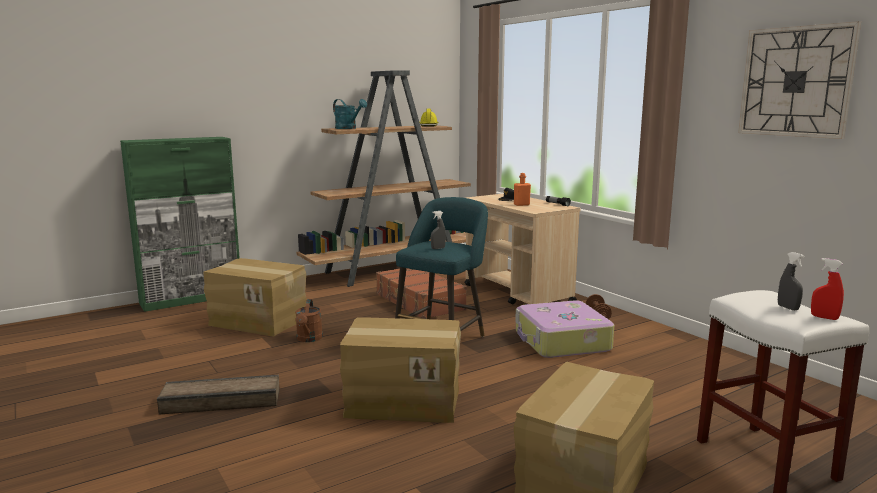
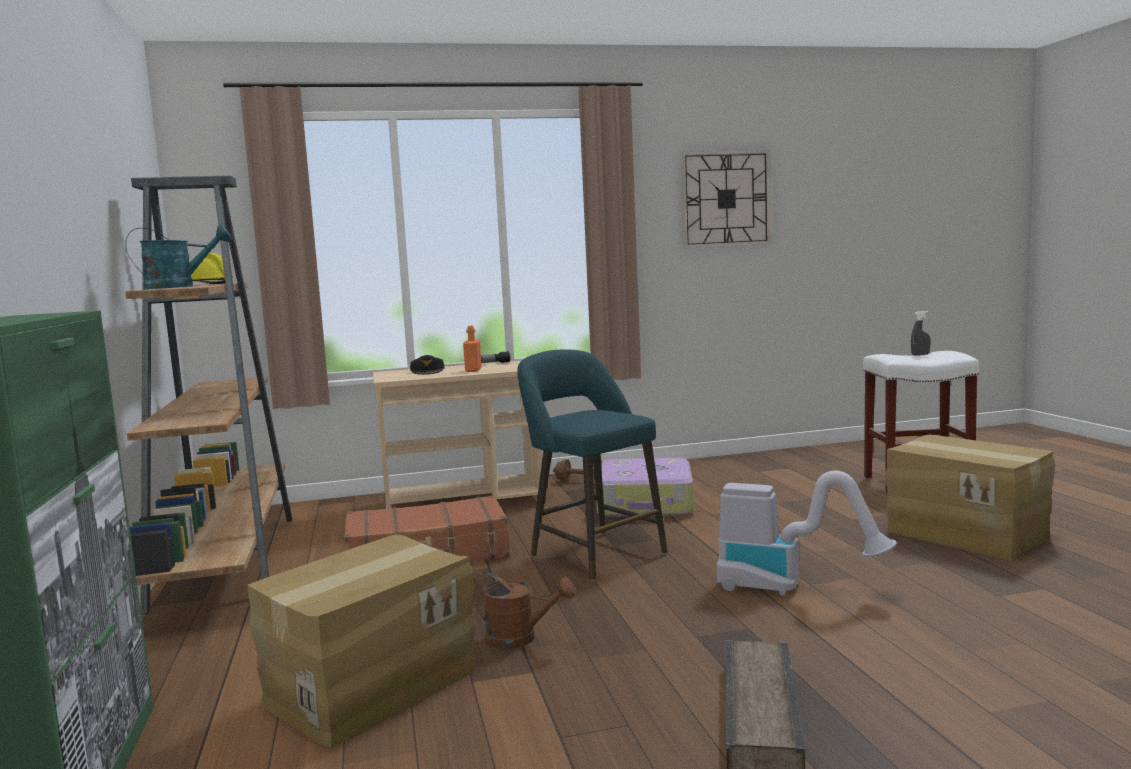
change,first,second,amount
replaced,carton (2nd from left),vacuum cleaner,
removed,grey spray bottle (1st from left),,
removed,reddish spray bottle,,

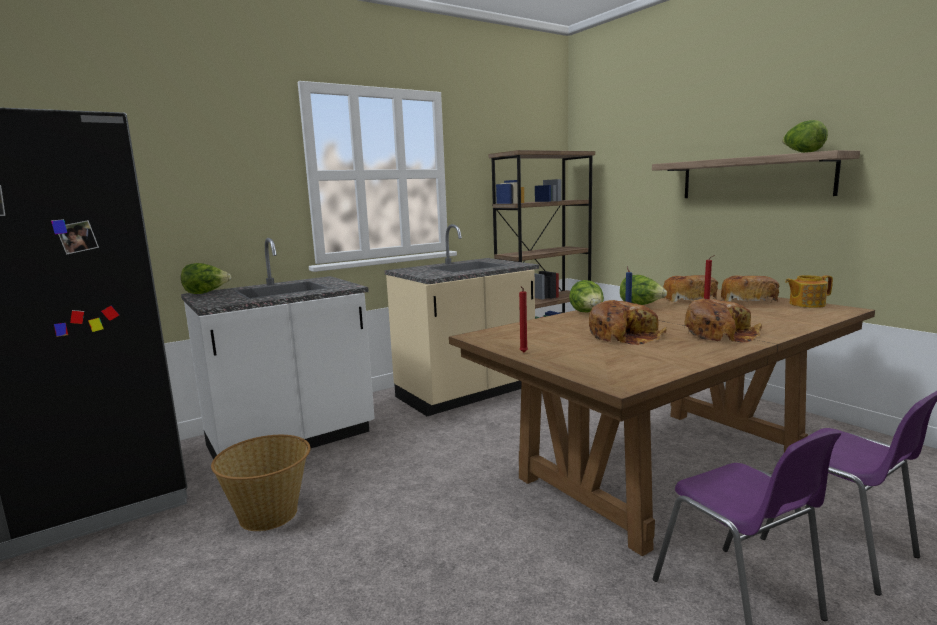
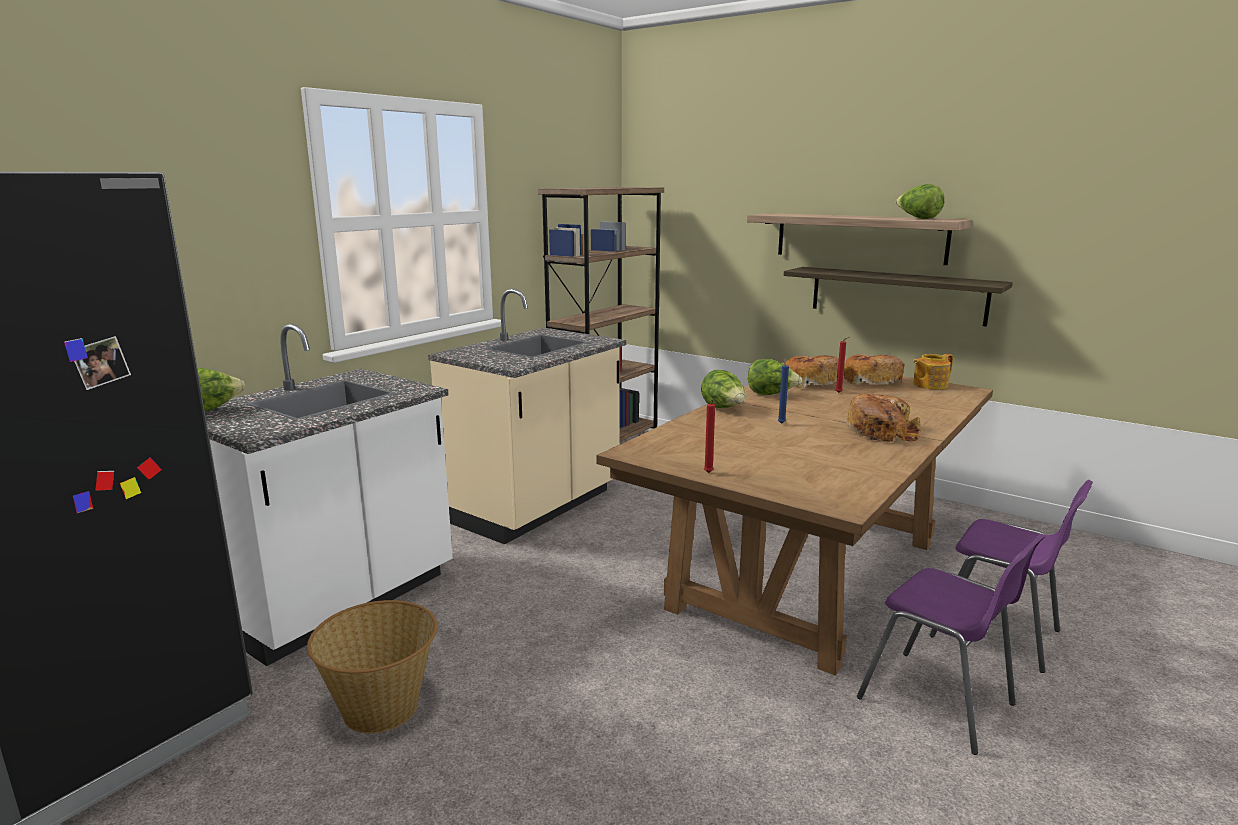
change,first,second,amount
added,,wall shelf (2nd from left),
removed,bread (1st from left),,

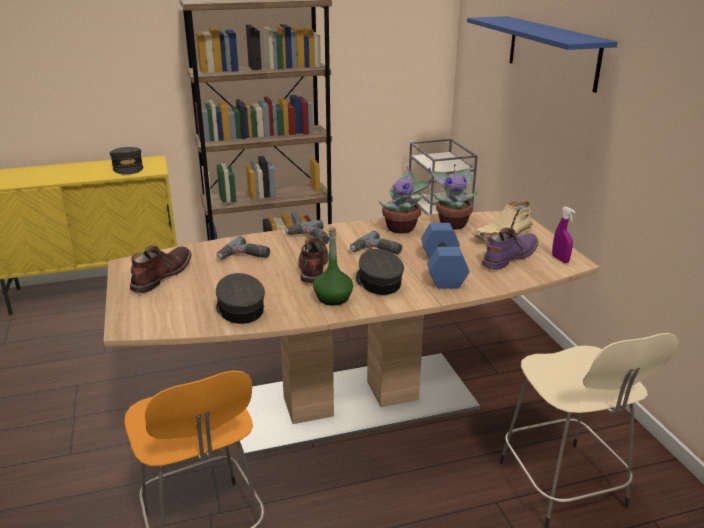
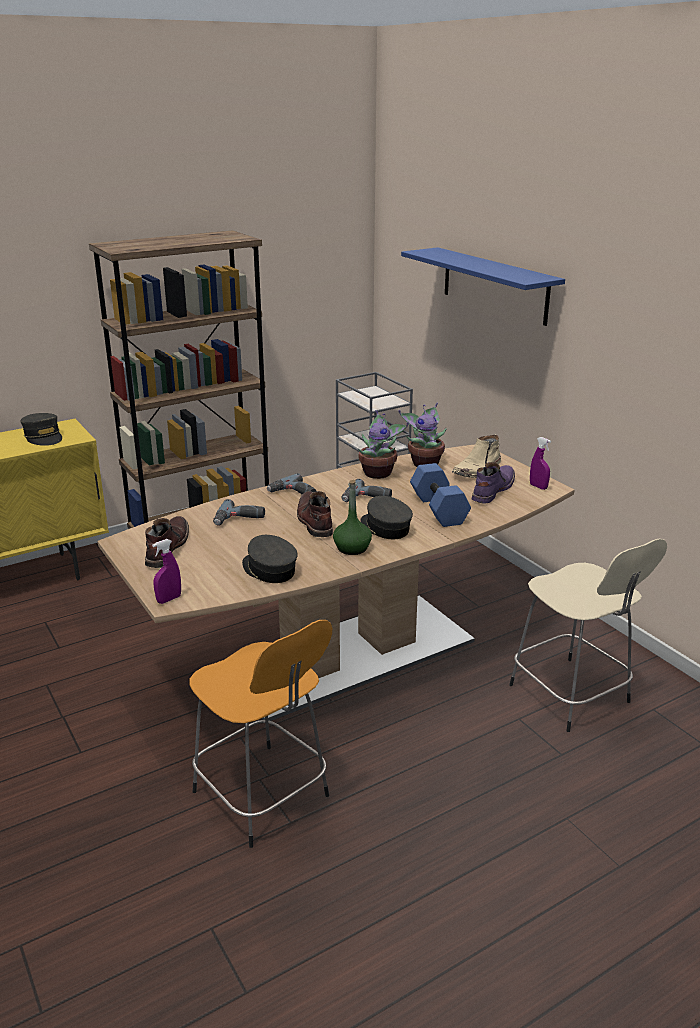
change,first,second,amount
added,,purple spray bottle (1st from left),

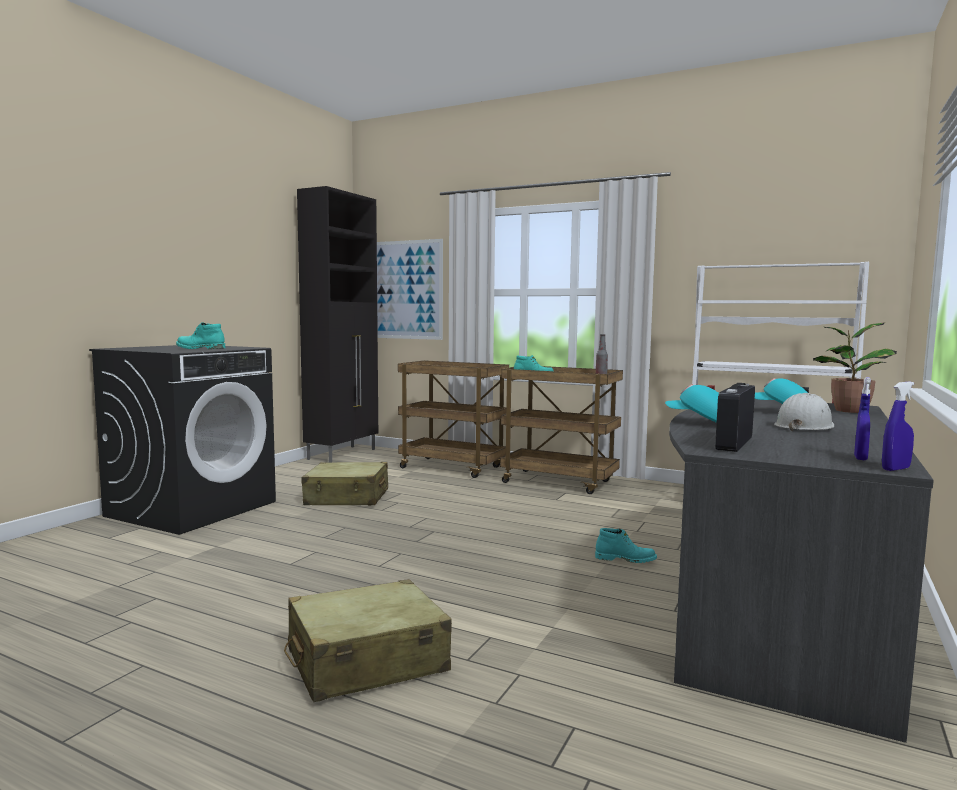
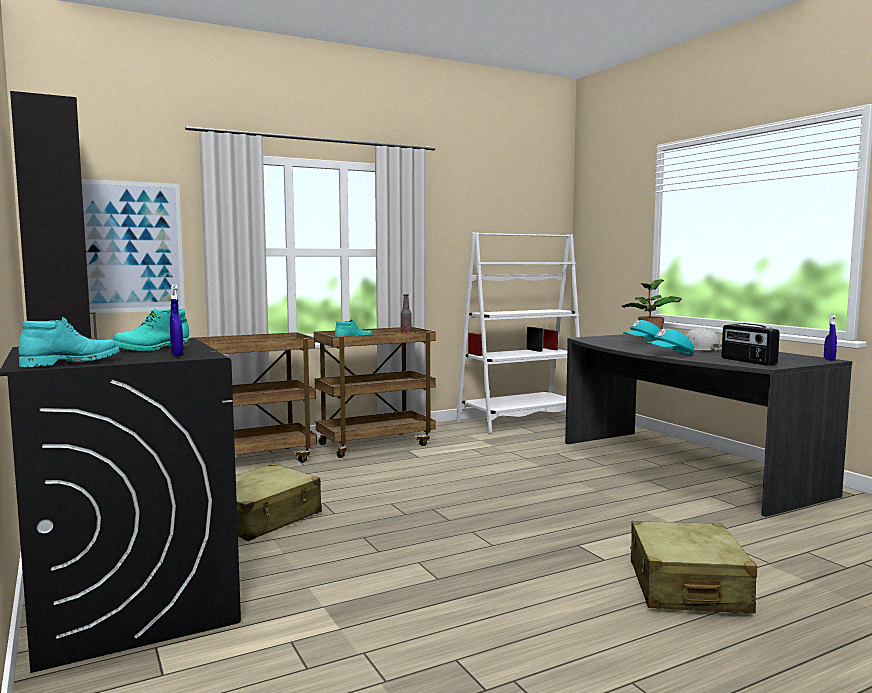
change,first,second,amount
moved,turquoise-coloured high-top boot (3rd from left in the first image),turquoise-coloured high-top boot (1st from left),
moved,blue spray bottle (1st from left),,

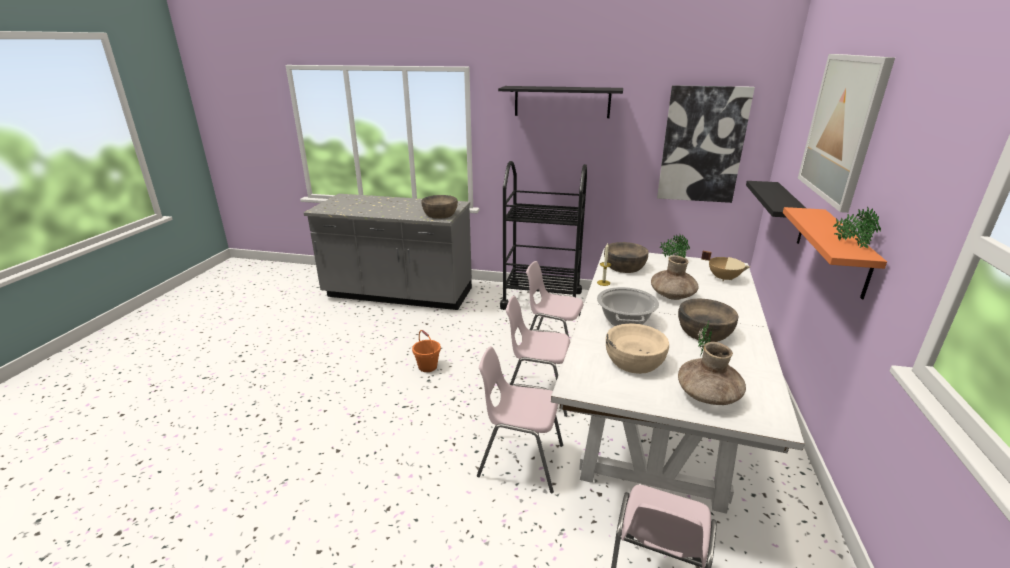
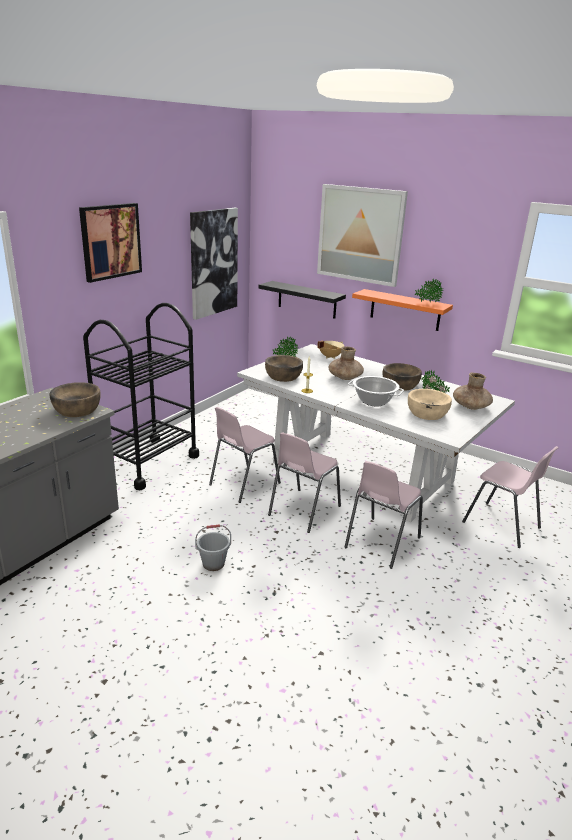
change,first,second,amount
replaced,black-coloured wall shelf (1st from left),wall art (1st from left),
recoloured,orange-coloured pail,grey pail,

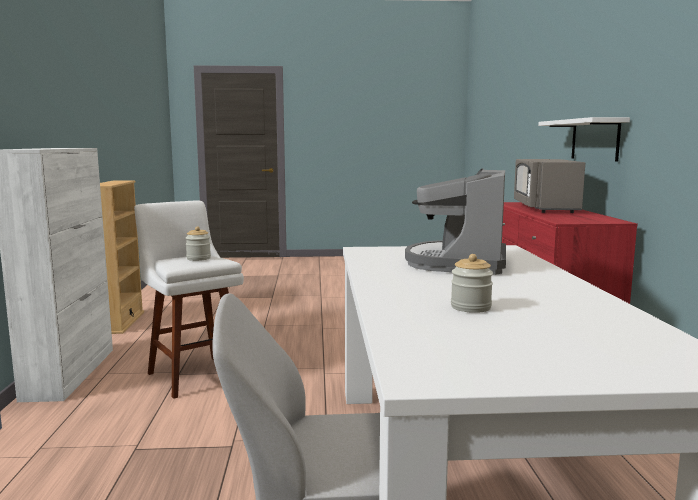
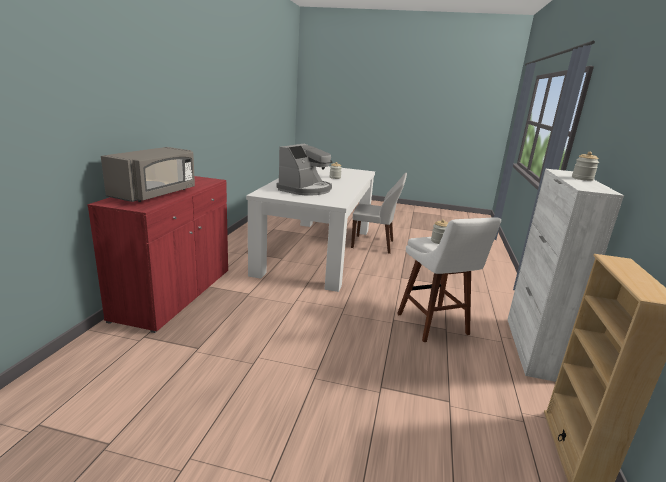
change,first,second,amount
added,,storage jar (3rd from left),
removed,white-coloured wall shelf,,

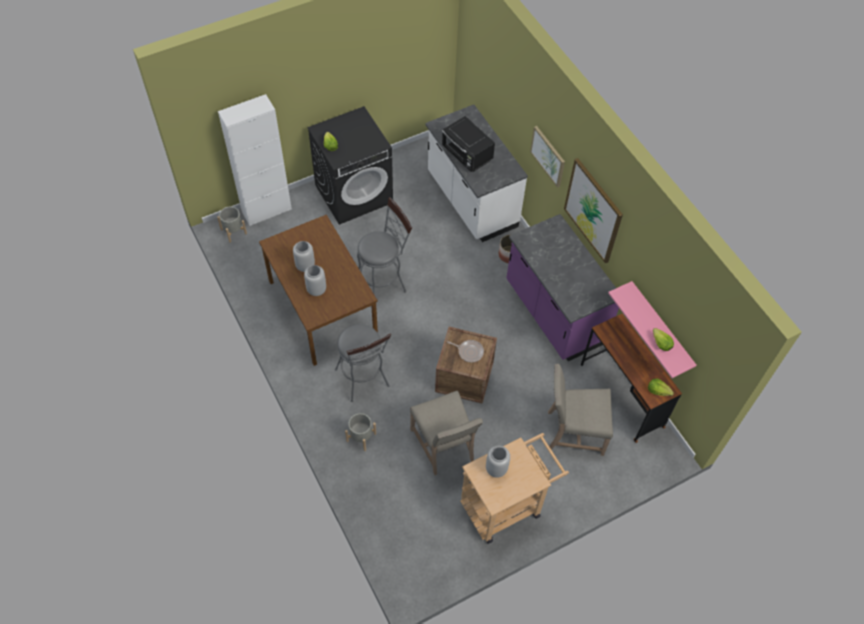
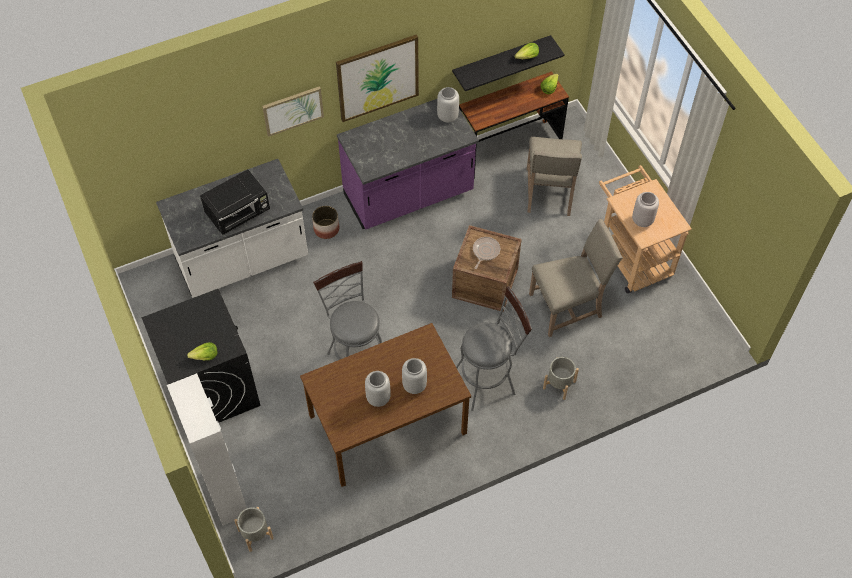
change,first,second,amount
added,,grey decorative vase (3rd from left),
recoloured,pink-coloured wall shelf,black-coloured wall shelf,

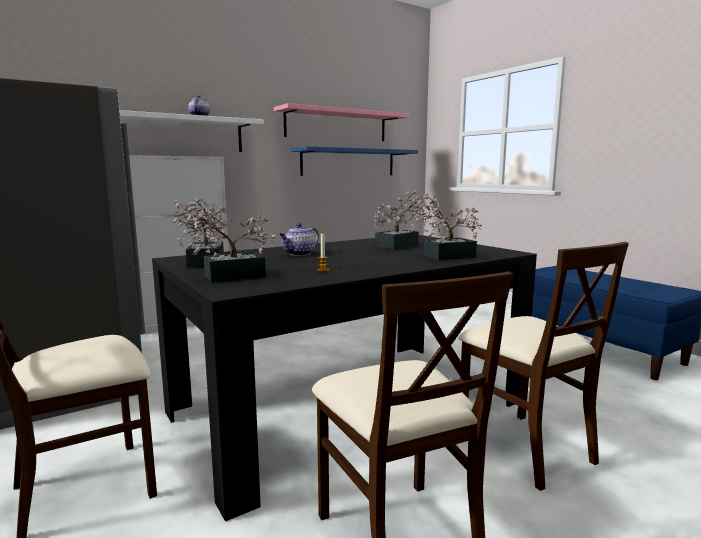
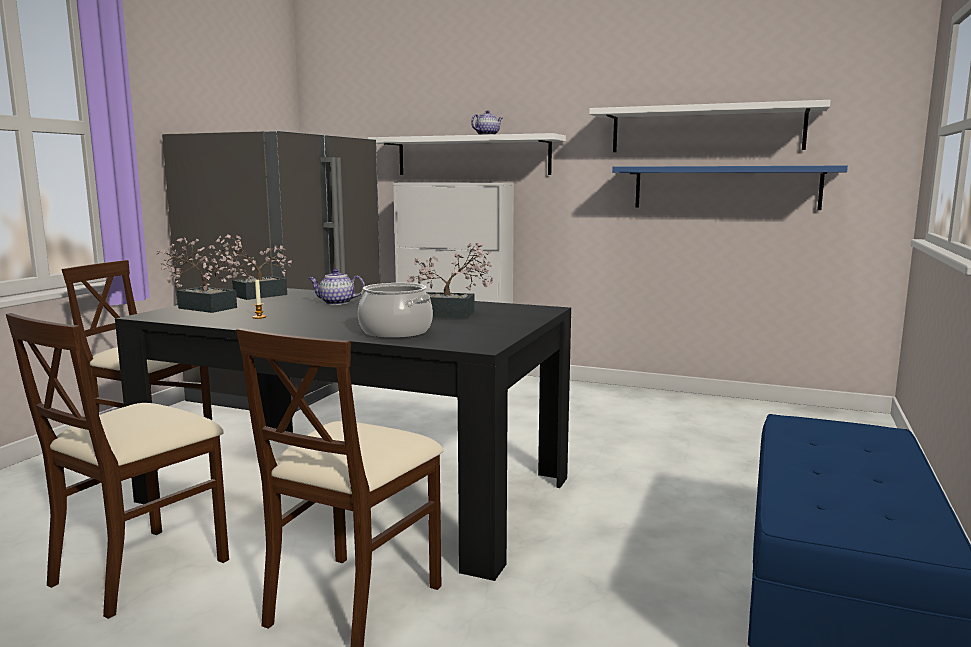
change,first,second,amount
replaced,plant in a pot (4th from left),saucepot,
recoloured,pink-coloured wall shelf,white-coloured wall shelf (2nd from left),

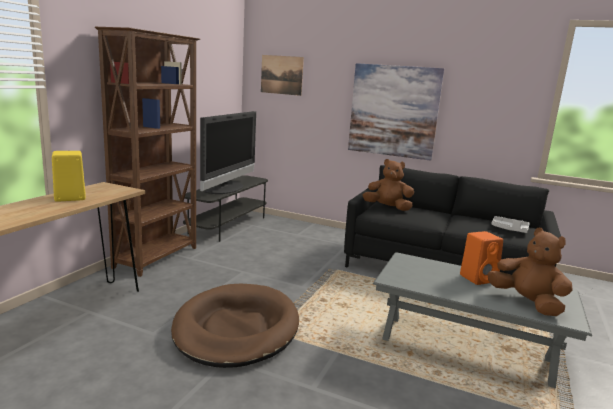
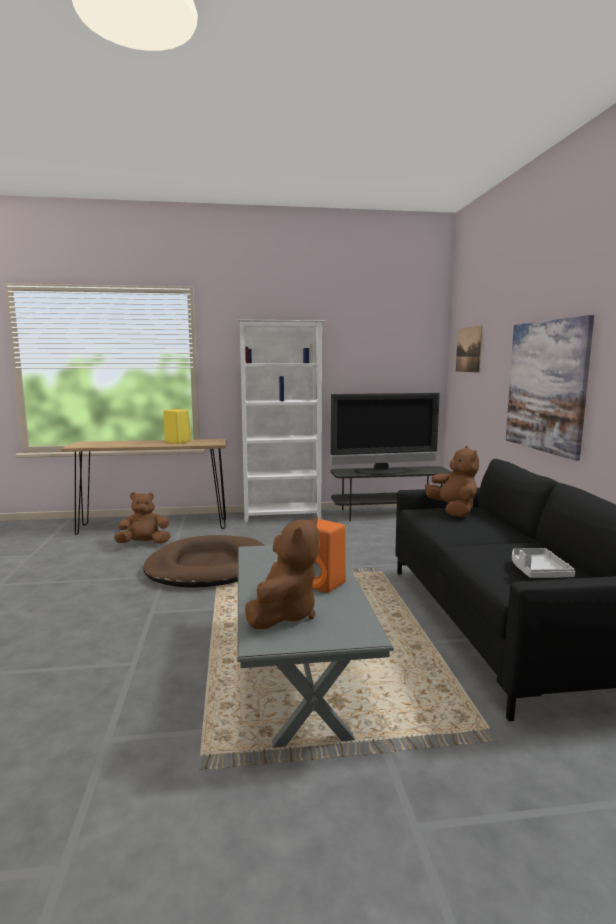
change,first,second,amount
added,,brownish plush toy (1st from left),
recoloured,brownish bookshelf,white-coloured bookshelf,

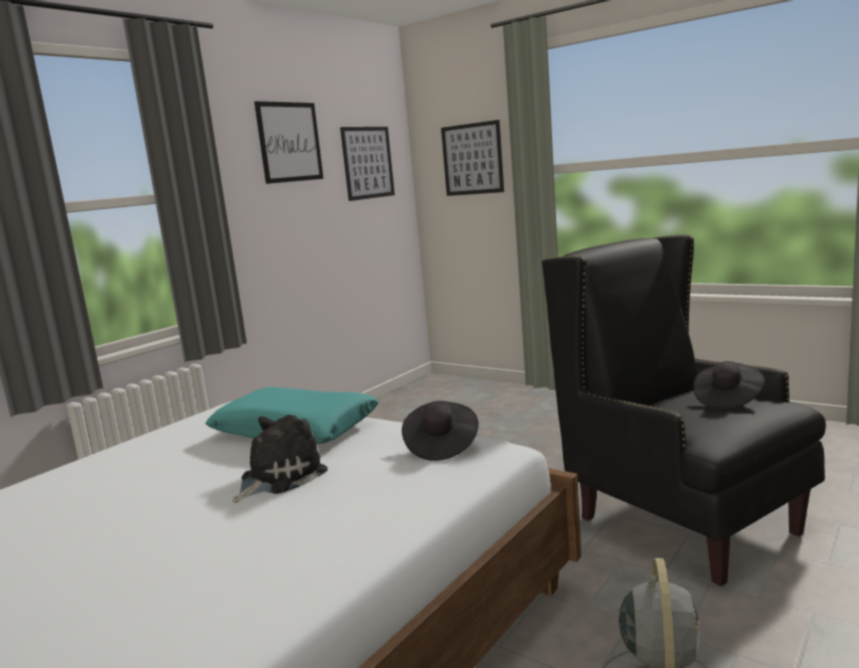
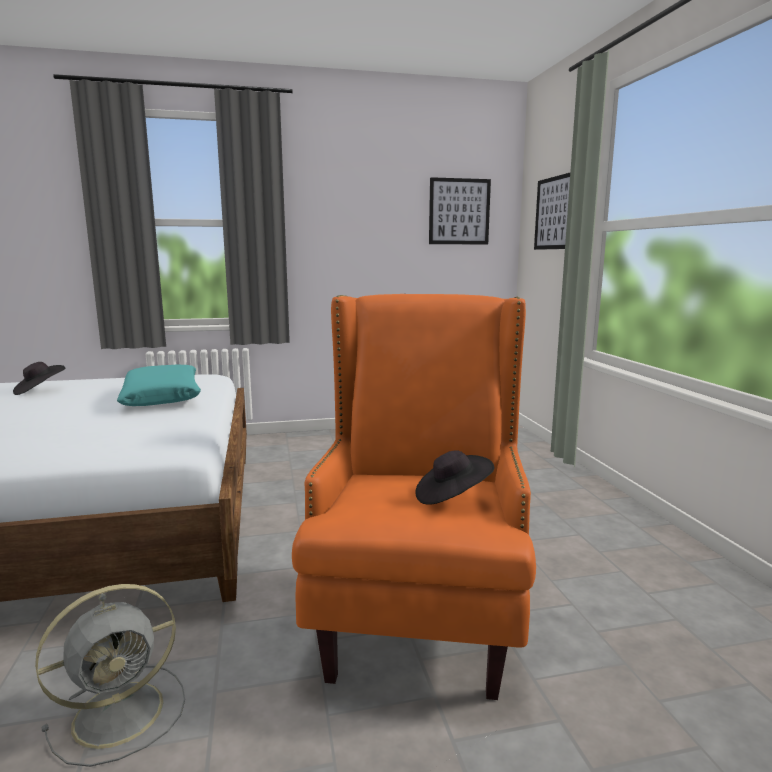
change,first,second,amount
moved,black-coloured wearable hat (1st from left),,
recoloured,black-coloured lounge chair,orange-coloured lounge chair,
removed,plush toy,,
removed,wall art (1st from left),,

